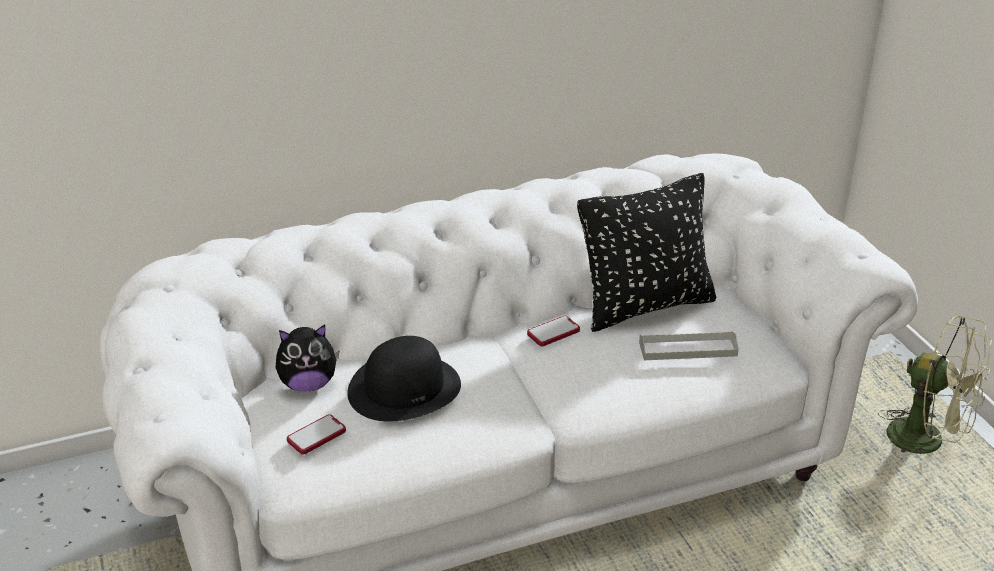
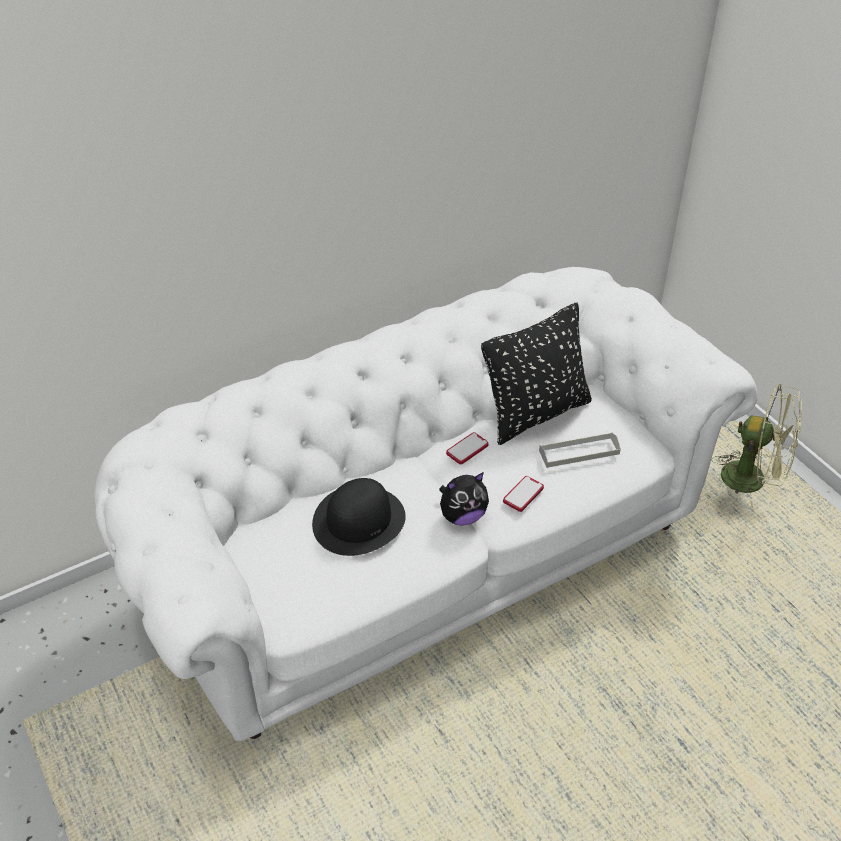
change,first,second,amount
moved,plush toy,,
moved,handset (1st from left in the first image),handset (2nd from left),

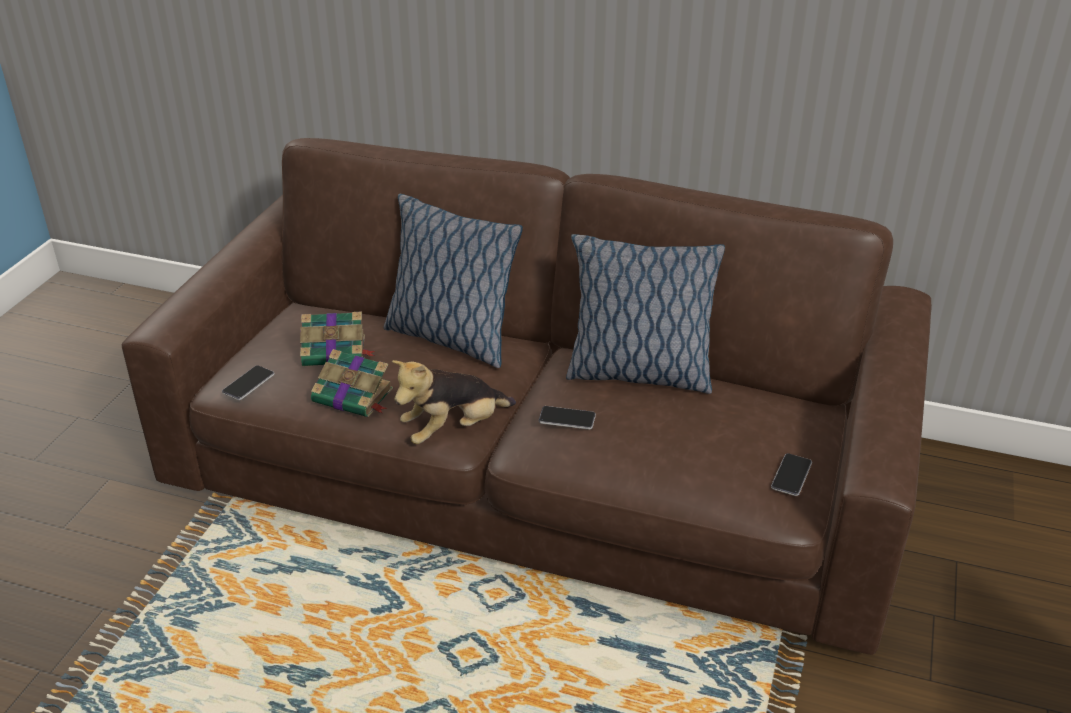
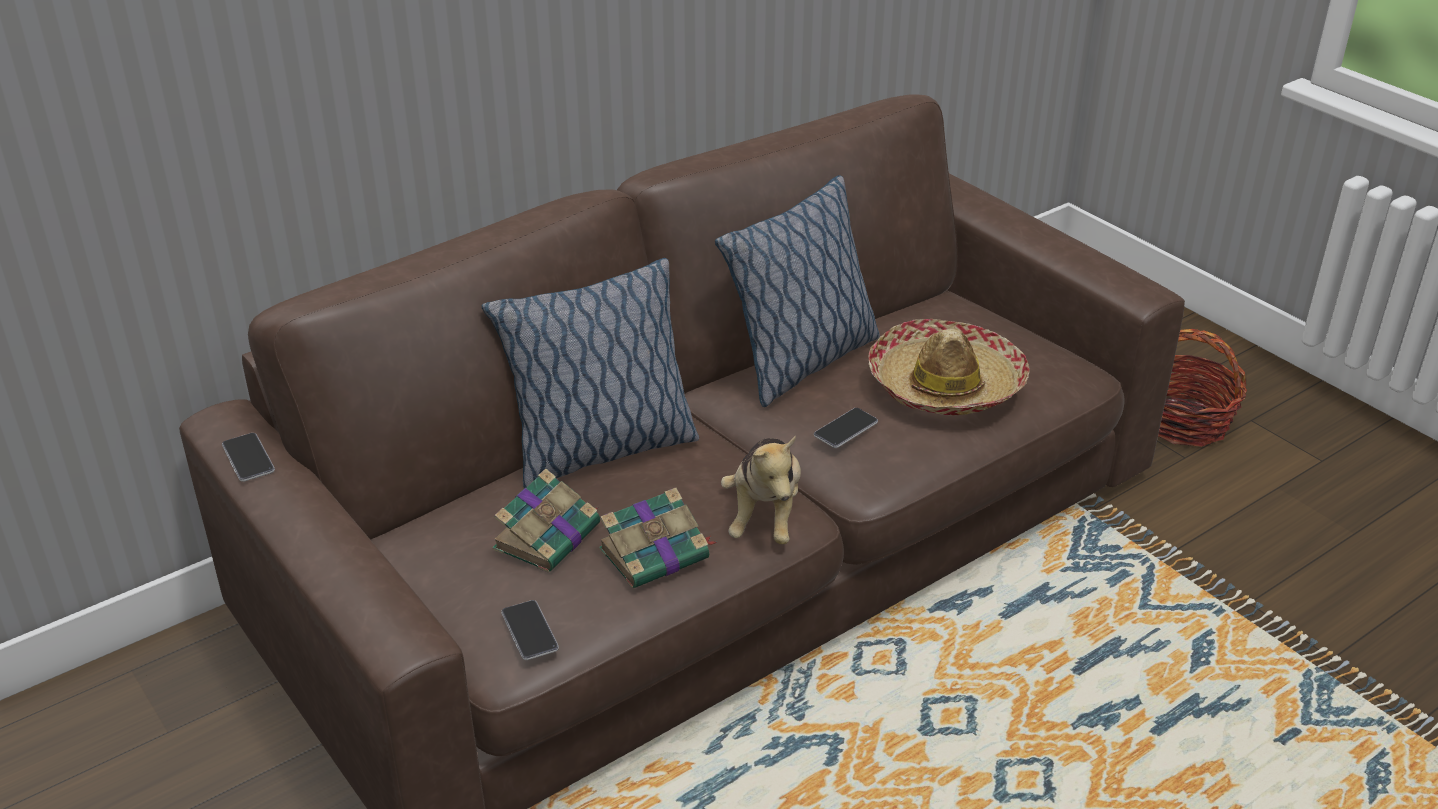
change,first,second,amount
moved,handset (3rd from left in the first image),handset (1st from left),
added,,wearable hat,
added,,basket,

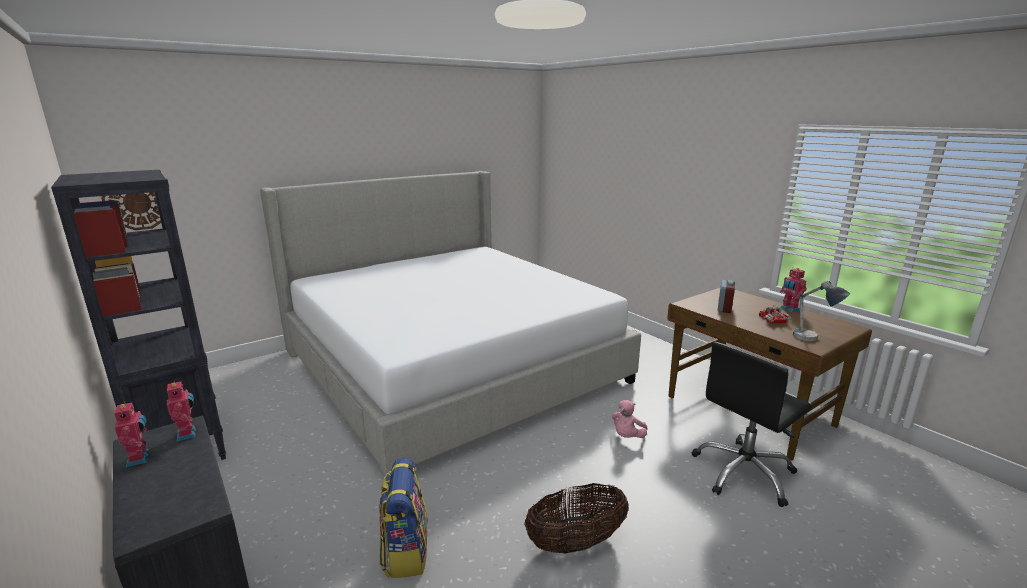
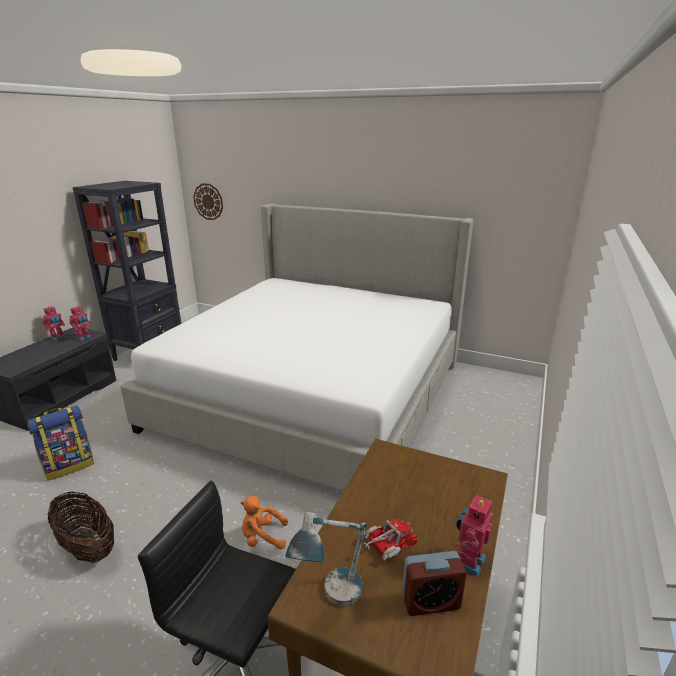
change,first,second,amount
recoloured,pink-coloured plush toy,orange-coloured plush toy,
moved,bedside clock,,

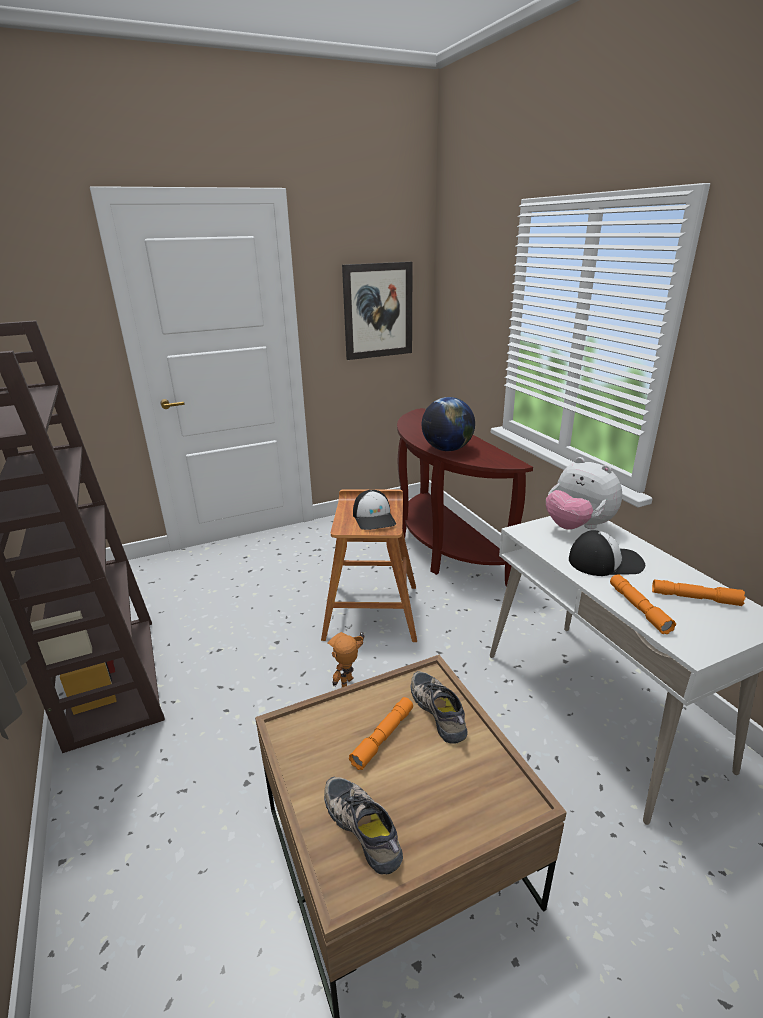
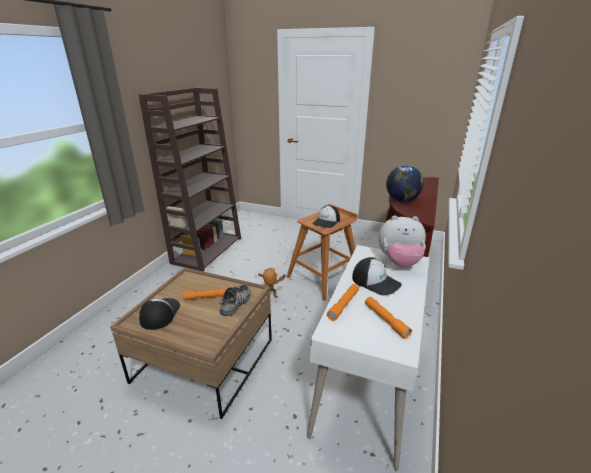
change,first,second,amount
replaced,item of footwear (1st from left),baseball cap (1st from left),
turned,plush toy,,90 degrees counterclockwise
removed,wall art,,

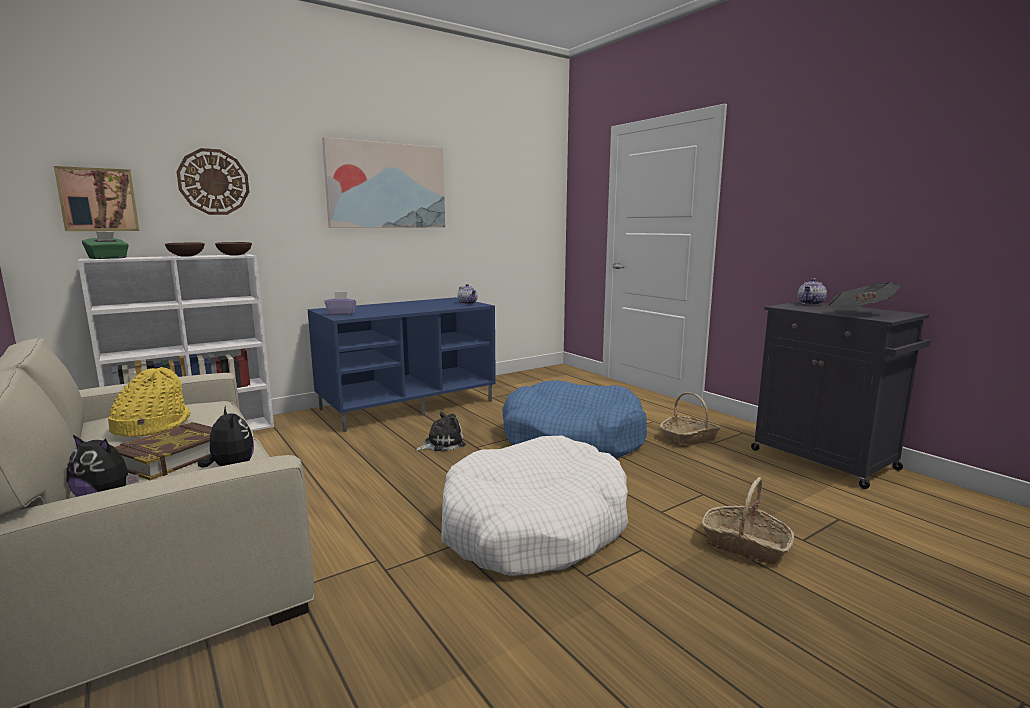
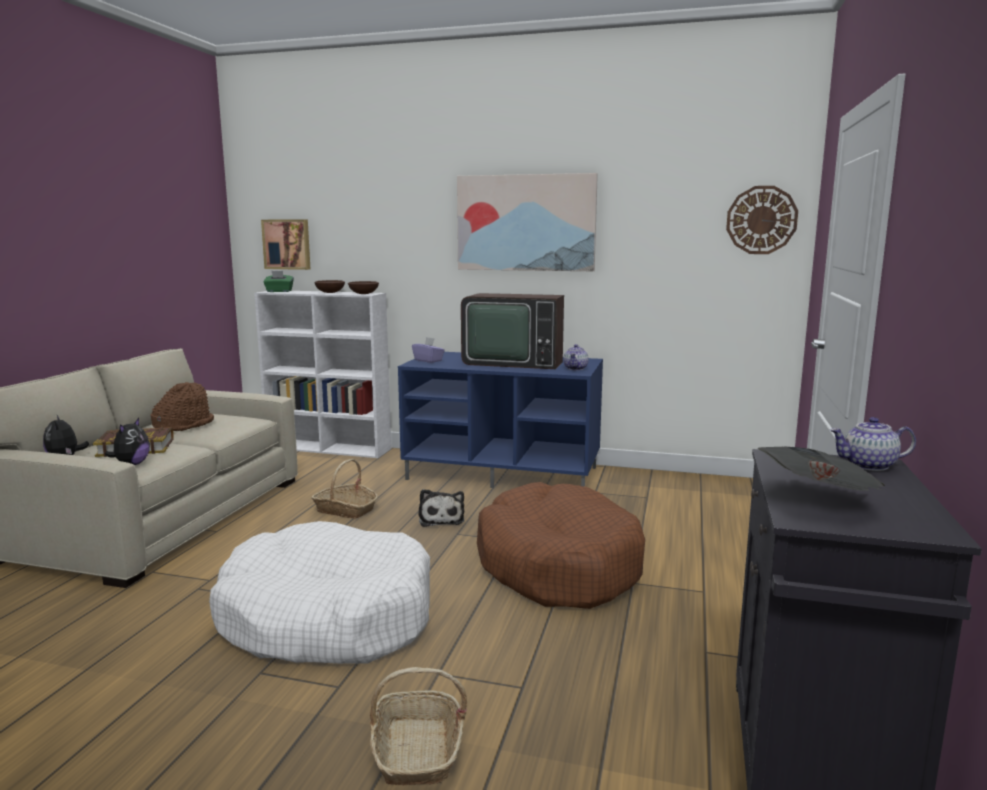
change,first,second,amount
recoloured,yellowish wearable hat,brownish wearable hat,
moved,basket (1st from left),,
turned,plush toy (3rd from left),,60 degrees clockwise
added,,TV set,
recoloured,blue dog bed,brownish dog bed,
moved,hanging clock,,

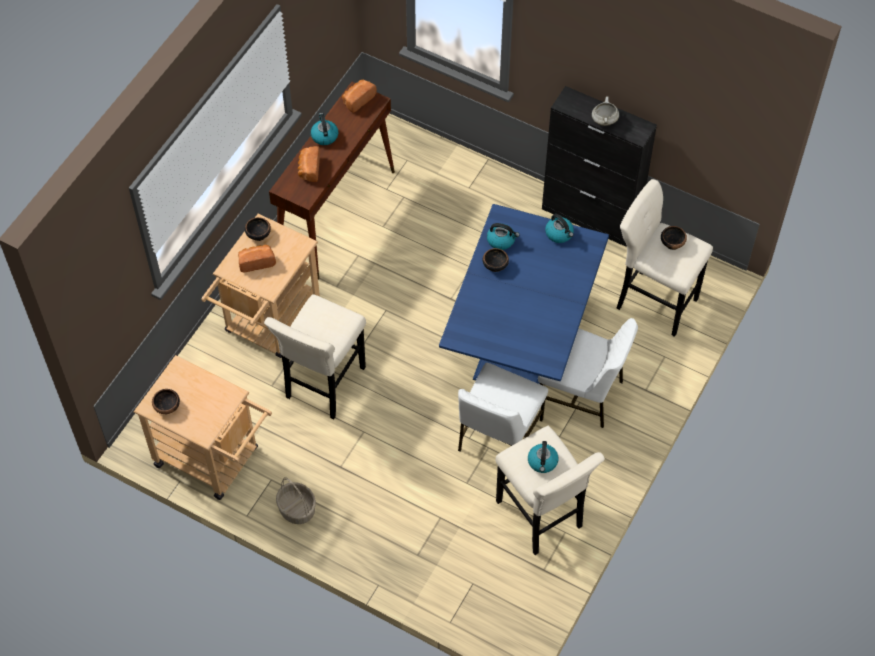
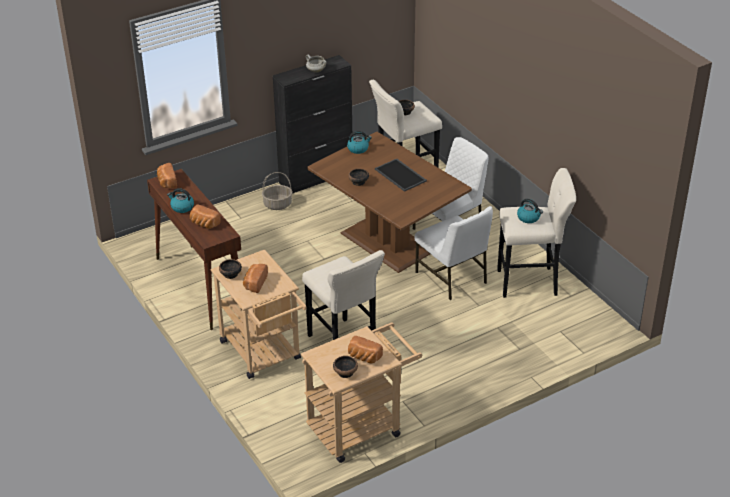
change,first,second,amount
moved,basket,,
recoloured,blue dining table,brownish dining table,
added,,bread (4th from left),
added,,serving tray,
removed,tea kettle (2nd from left),,

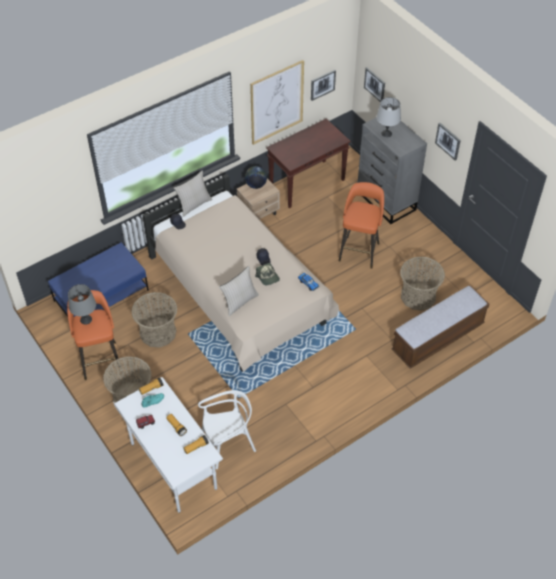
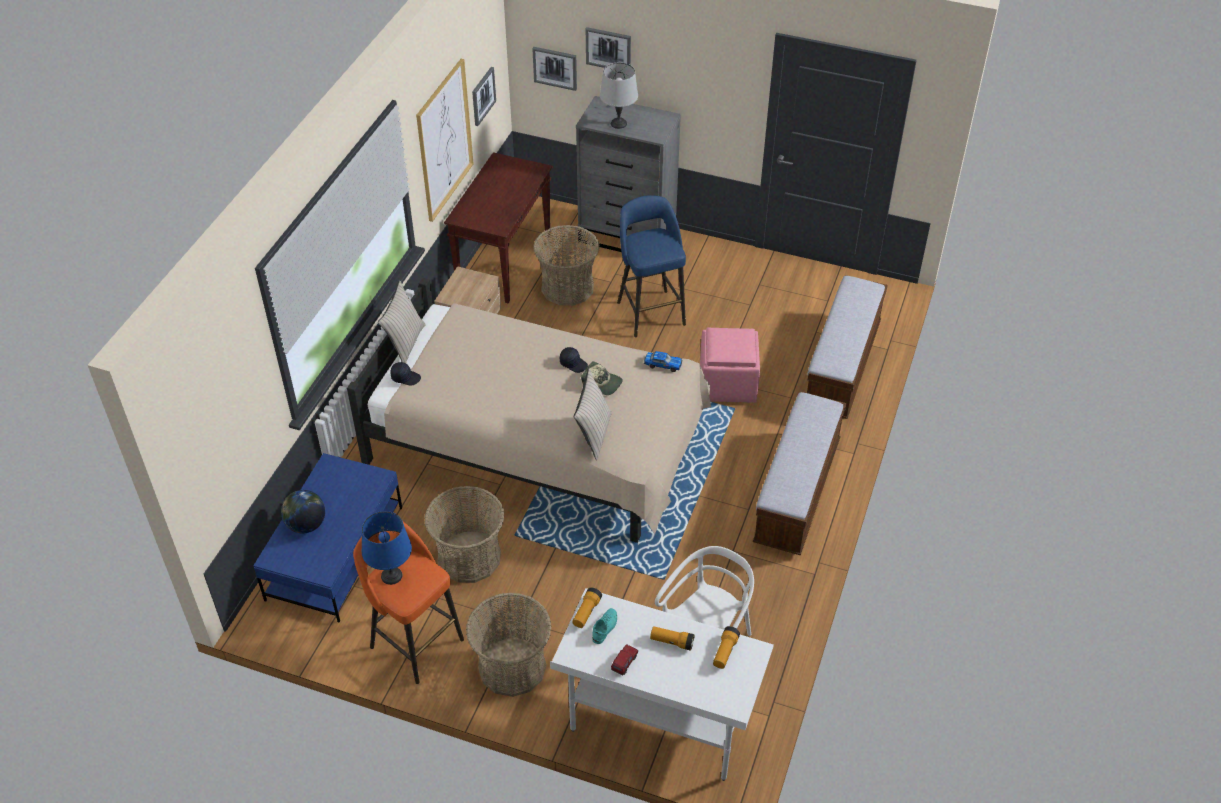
change,first,second,amount
moved,desk globe,,
recoloured,grey table lamp (1st from left),blue table lamp,
moved,basket (3rd from left),,
moved,wall art (4th from left),,
recoloured,orange-coloured sitting stool (2nd from left),blue sitting stool,
added,,pink-coloured pouffe,
added,,indoor bench (1st from left),

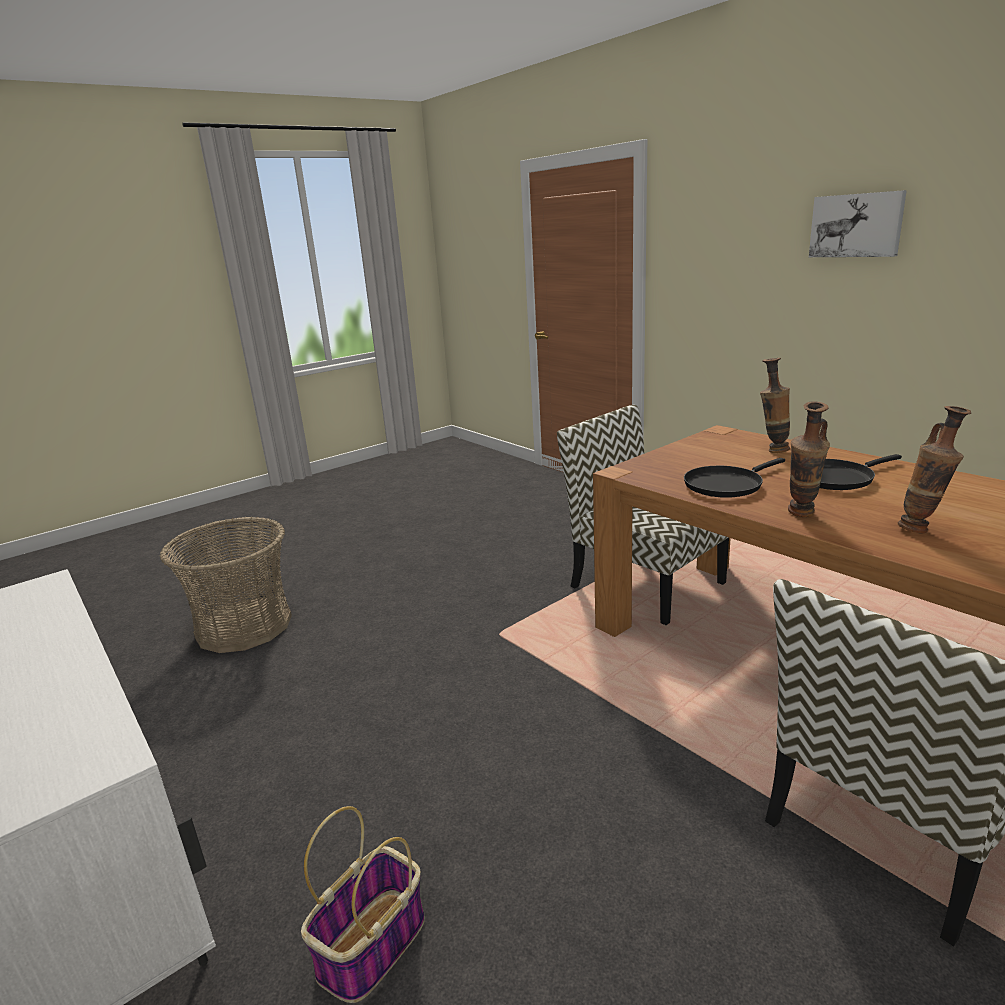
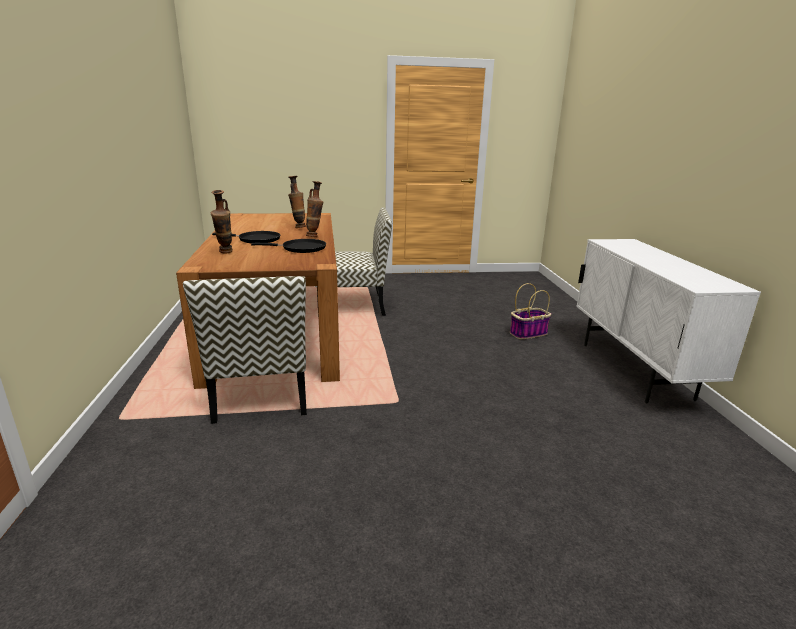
change,first,second,amount
removed,basket (1st from left),,
removed,wall art,,

